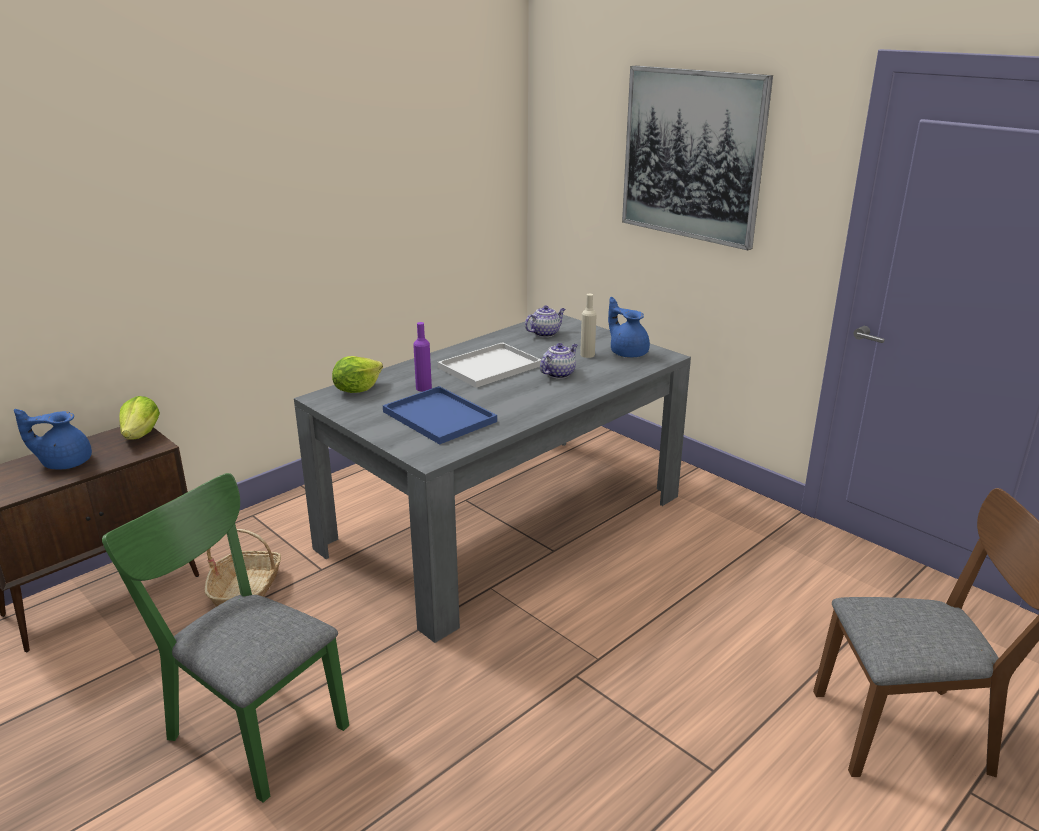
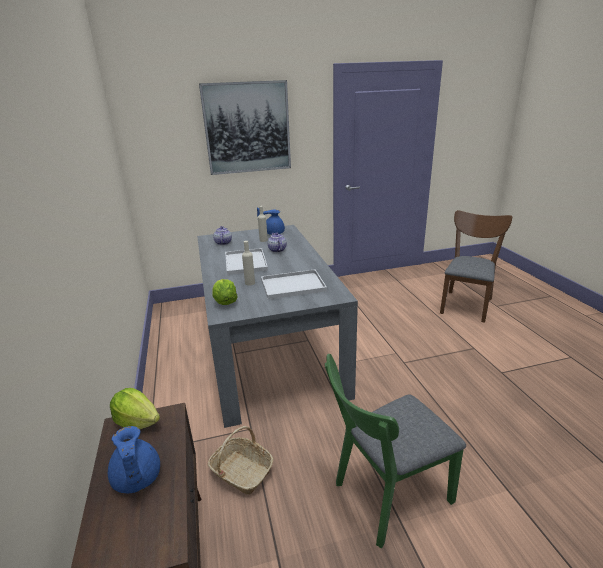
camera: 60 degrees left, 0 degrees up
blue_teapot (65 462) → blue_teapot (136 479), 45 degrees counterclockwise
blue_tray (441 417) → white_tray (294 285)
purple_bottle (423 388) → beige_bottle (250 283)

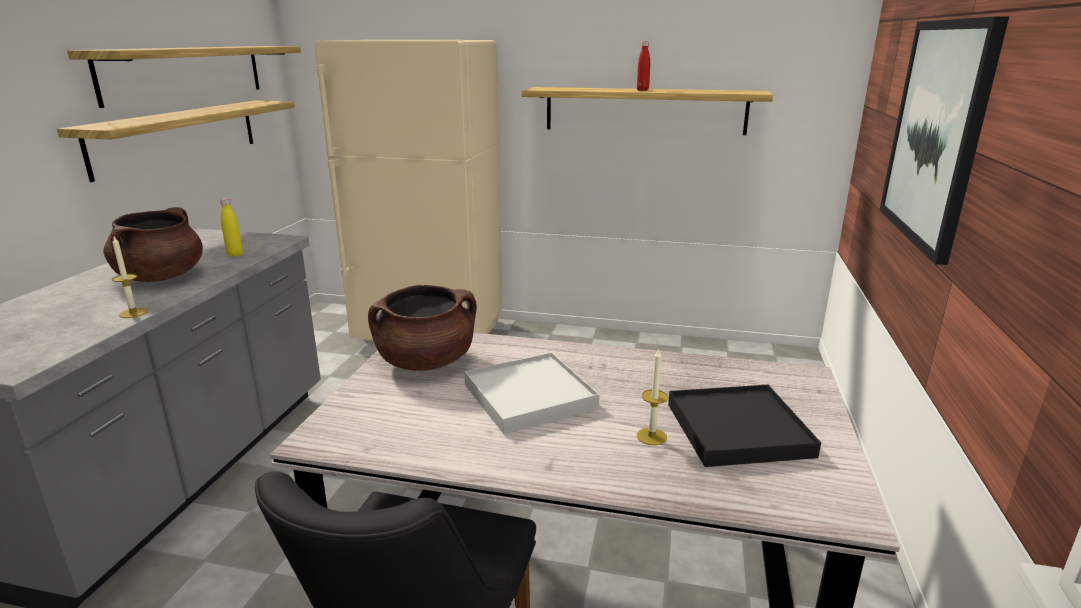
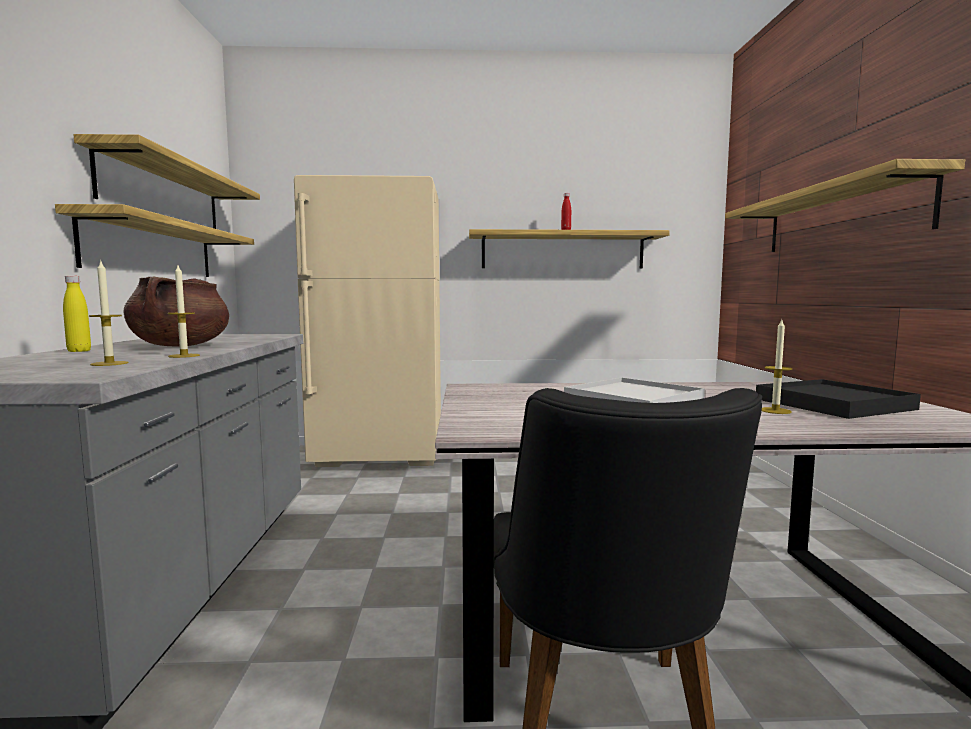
camera: 15 degrees left, 15 degrees down
yellow_bottle (235 254) → yellow_bottle (79 351), moved
brown_cooking_pot (426 362) → -
picture (936 133) → shelf (840 217)
- → candle (109 363)

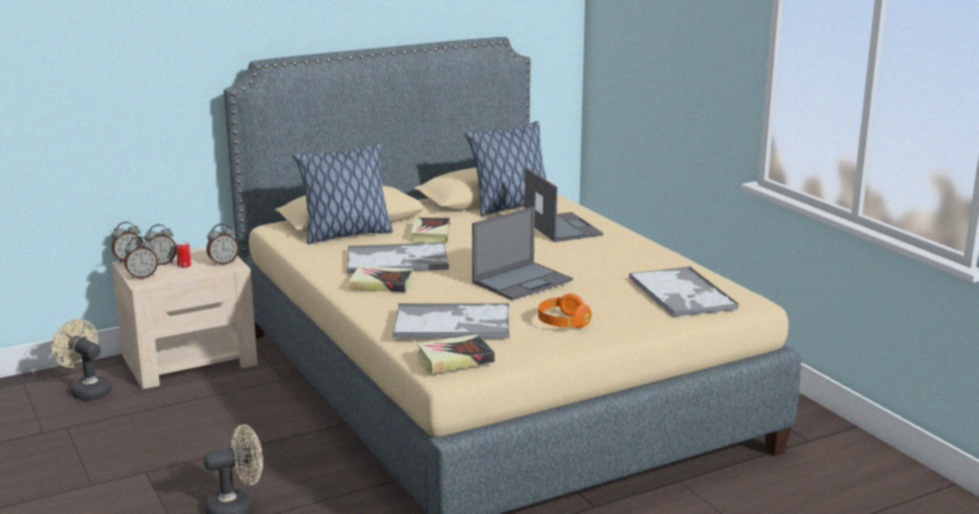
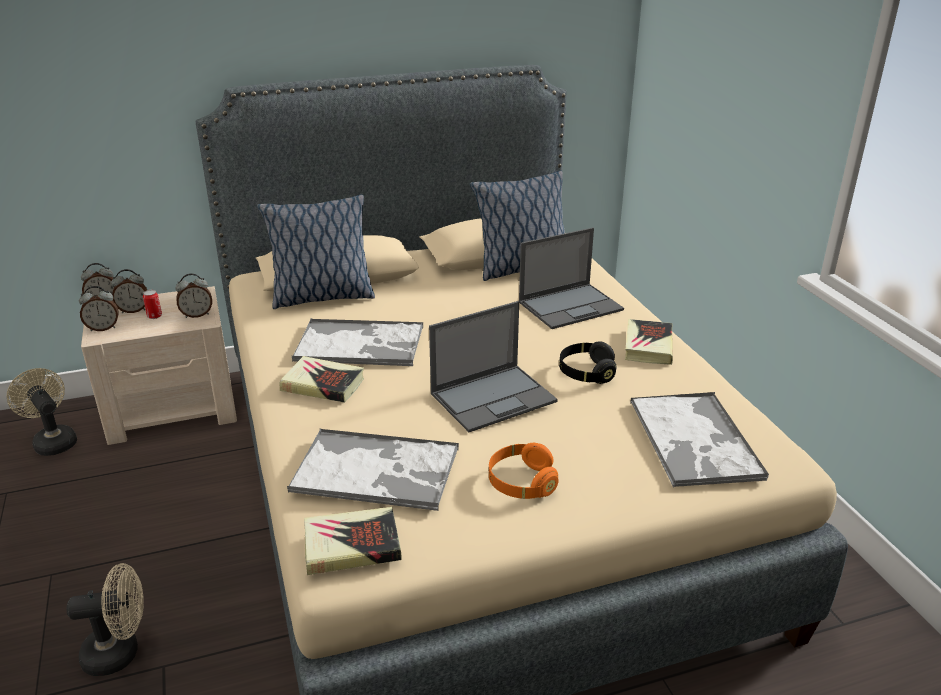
camera: 10 degrees right, 10 degrees up
book (430 234) → book (648 346), moved
laptop (562 227) → laptop (571 306), 75 degrees clockwise
- → black_headphones (586 373)

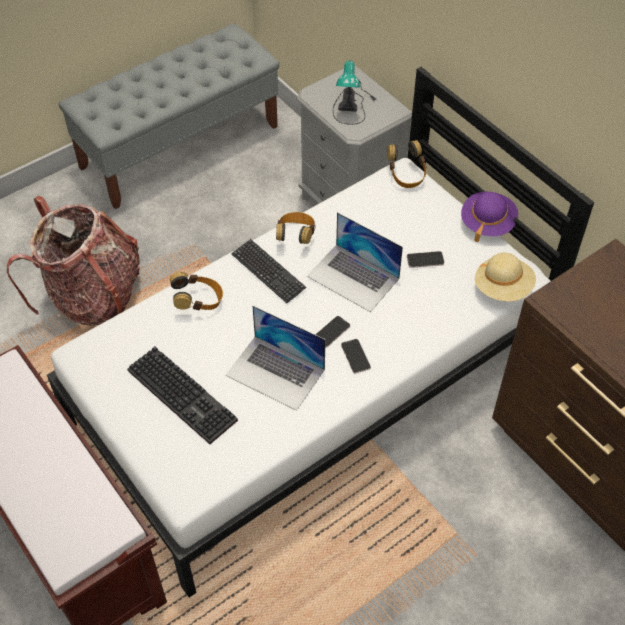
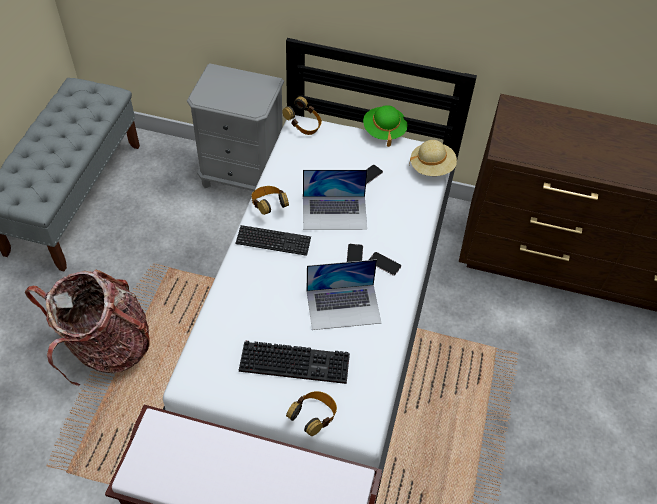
camera: 40 degrees left, 0 degrees up
headphones (199 302) → headphones (314 417), moved
table_lamp (351 101) → -
purple_hat (487 223) → green_hat (384 131)

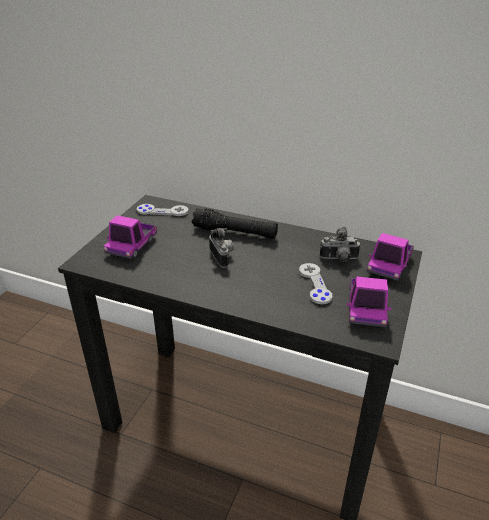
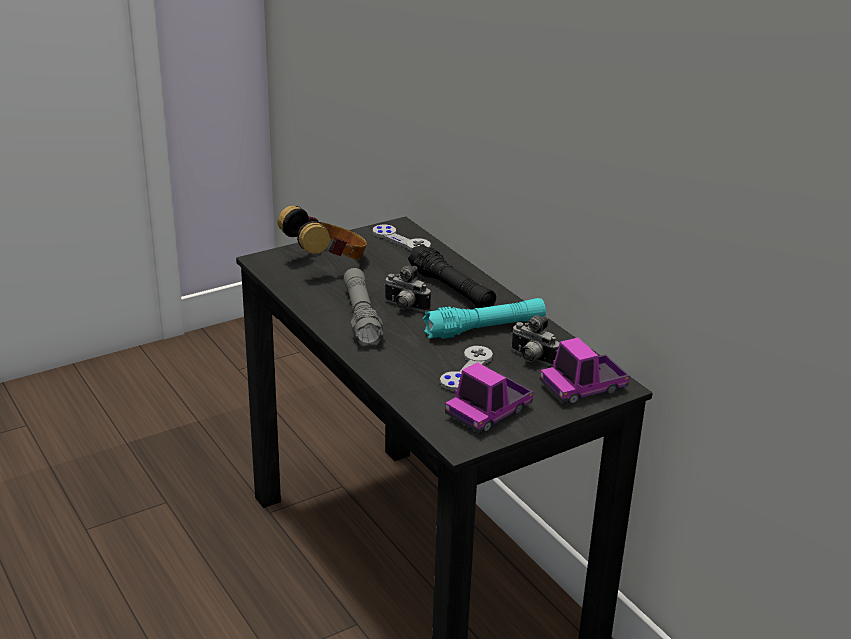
camera: 35 degrees right, 5 degrees down
toy_truck (132 245) → headphones (327 262)
photo_camera (223 257) → photo_camera (404 307), 105 degrees clockwise
- → grey_flashlight (361 317)
- → turquoise_flashlight (485 329)

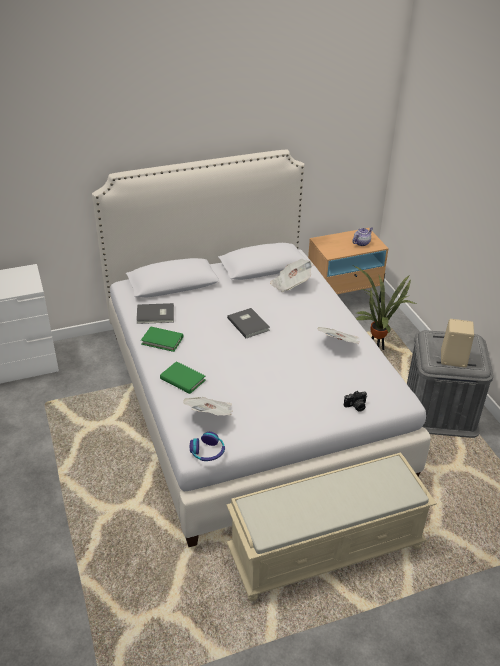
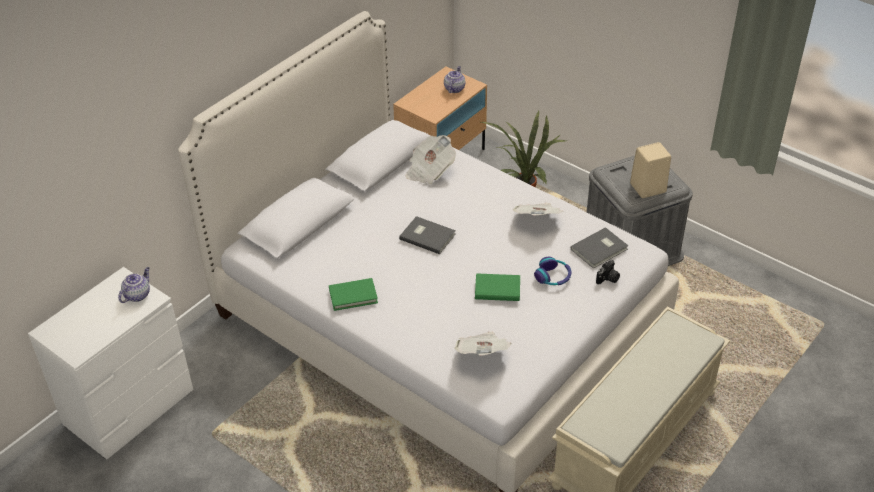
camera: 30 degrees left, 5 degrees up
grey_book (156 315) → grey_book (600 249), moved
green_book (182 379) → green_book (497 290), moved
headphones (207 452) → headphones (553 276), moved
- → teapot (137 294)

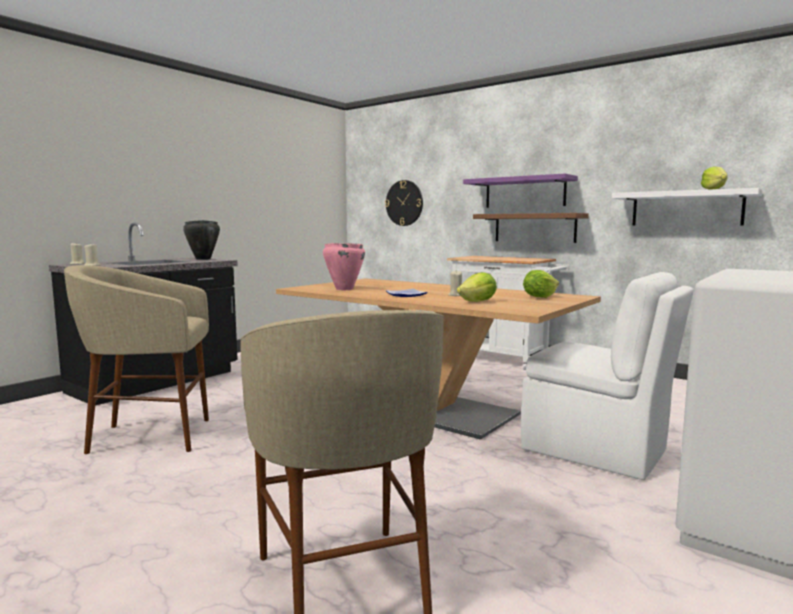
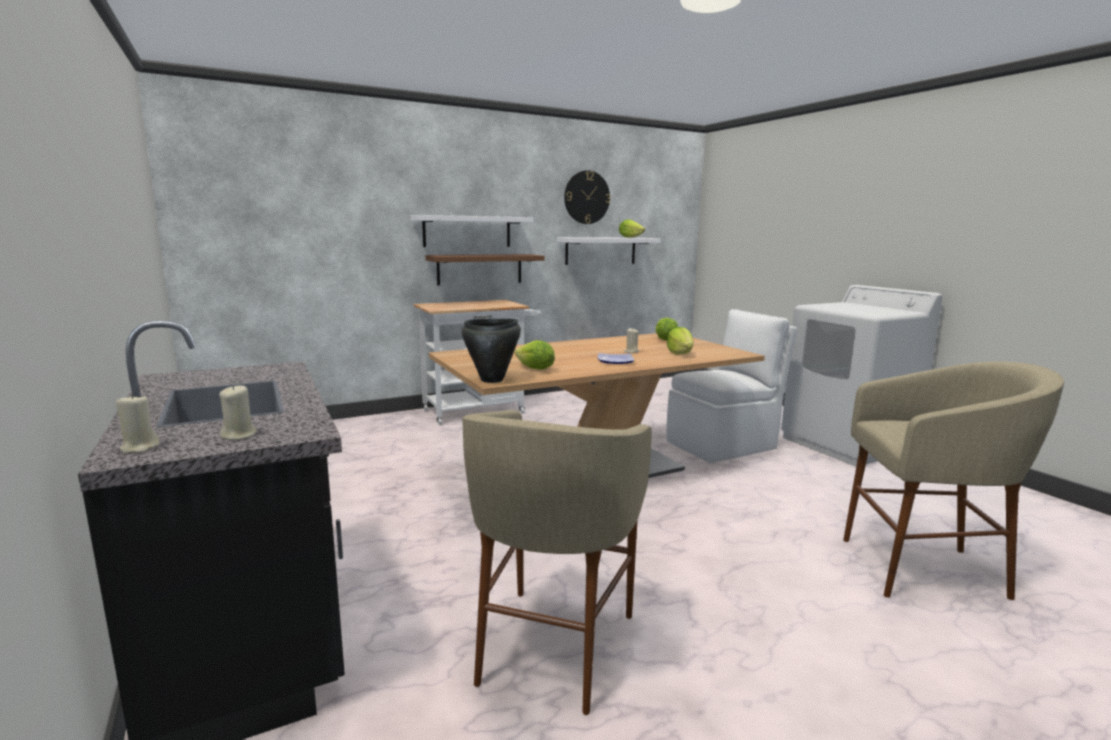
camera: 65 degrees left, 5 degrees up
black_cooking_pot (202 259) → black_cooking_pot (492 380), moved
pink_cooking_pot (344 289) → lettuce (535 369)
wall_clock (404 203) → wall_clock (586 197), moved
purple_shelf (524 192) → white_shelf (467 231)

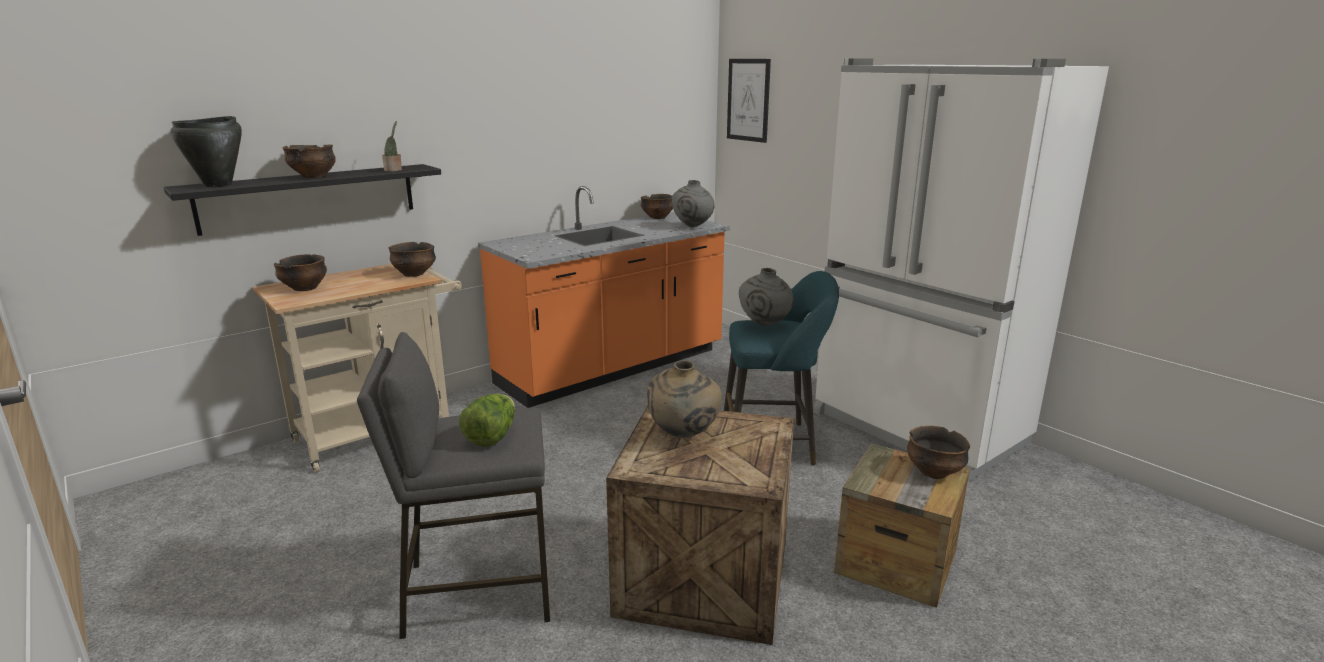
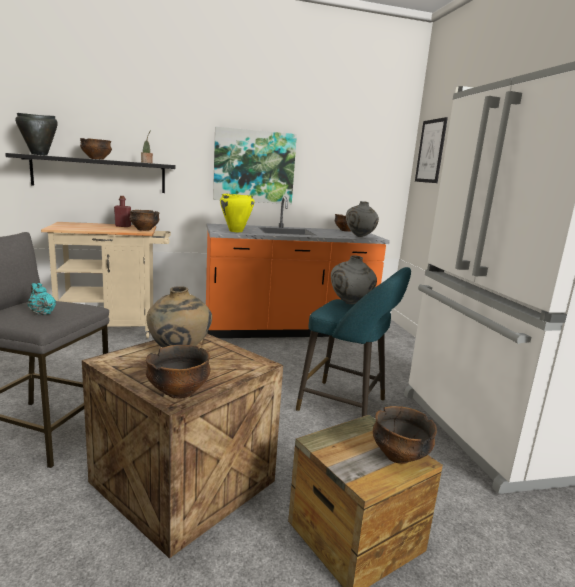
camera: 25 degrees right, 5 degrees down
bowl (304 288) → bowl (179 392), moved
lettuce (492 437) → turquoise_teapot (42 313)
- → red_bottle (123 226)
- → picture (254 166)
- → yellow_cooking_pot (236 231)

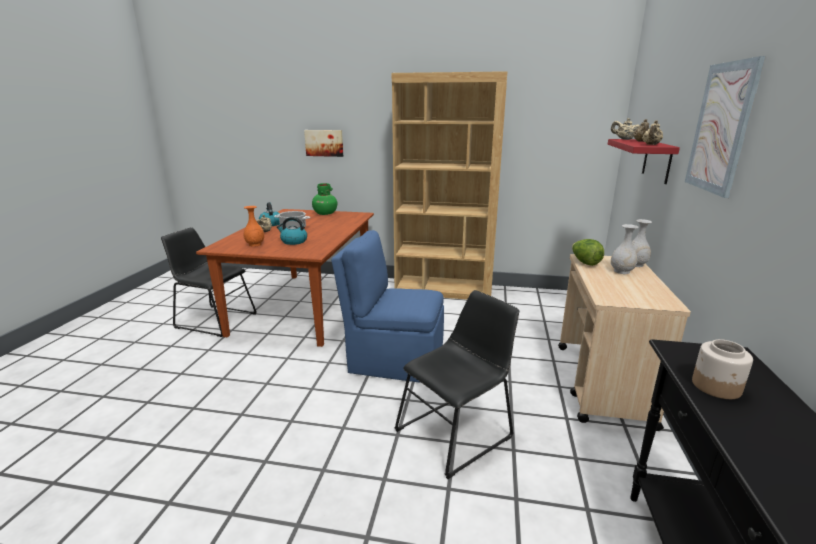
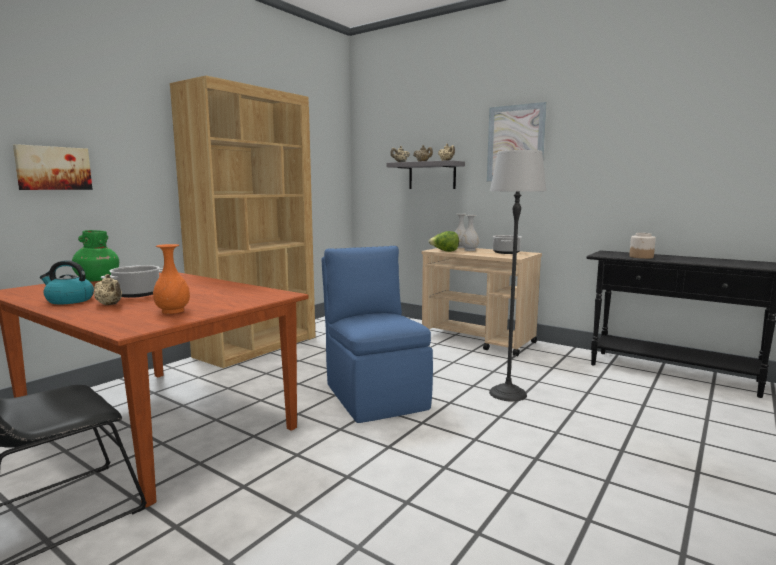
camera: 65 degrees left, 10 degrees down
kettle (293 241) → -
blue_chair (394 360) → blue_chair (375 395), 120 degrees clockwise
black_chair (457 432) → floor_lamp (508 393)
red_shelf (657 160) → grey_shelf (432 175)
- → cooking_pot (506 252)

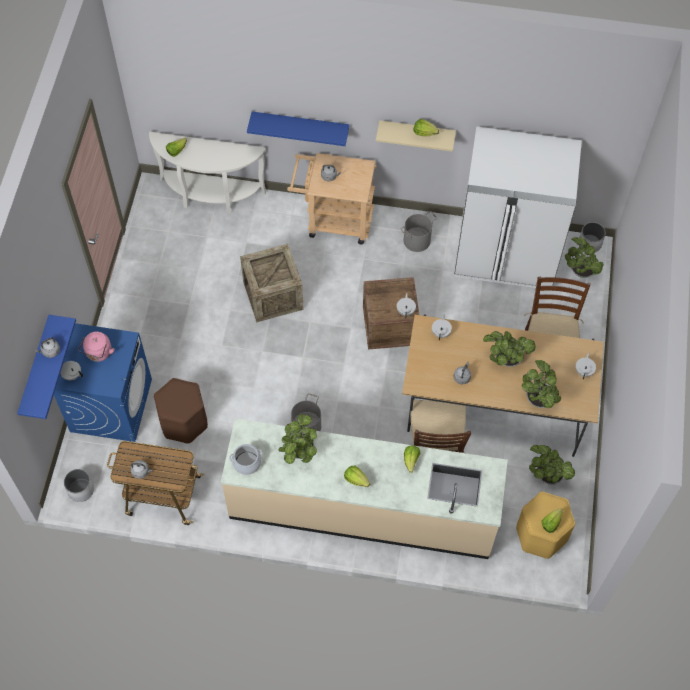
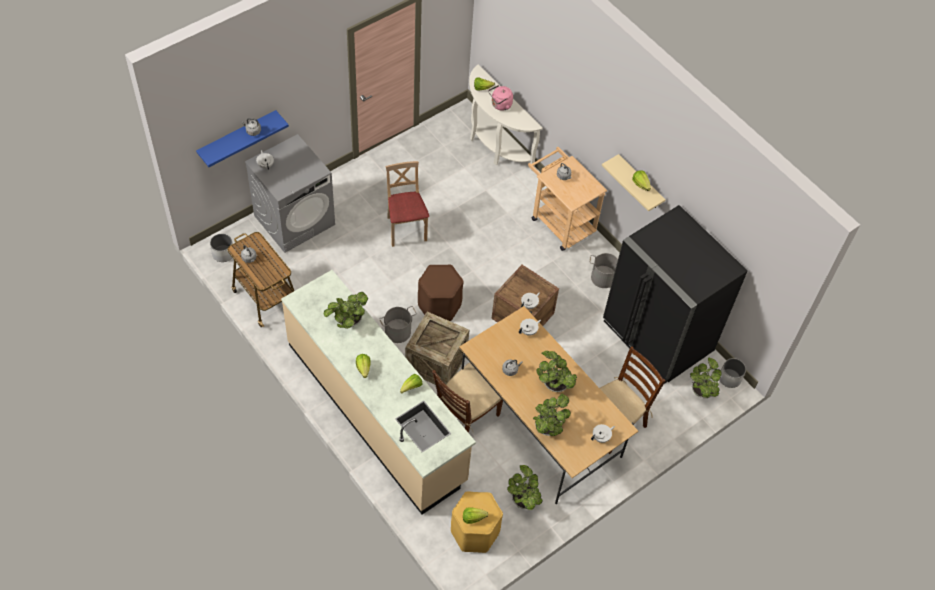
camera: 40 degrees right, 5 degrees down
blue_washing_machine (111 404) → grey_washing_machine (295 220)
pink_kettle (98 353) → pink_kettle (500 105), moved
brown_stool (183 422) → brown_stool (439 305), moved
cooking_pot (247 463) → -
crate (273 295) → crate (436 362), moved
blue_shelf (300 125) → -
white_fridge (506 255) → black_fridge (657 336)
- → beige_chair (406 229)

